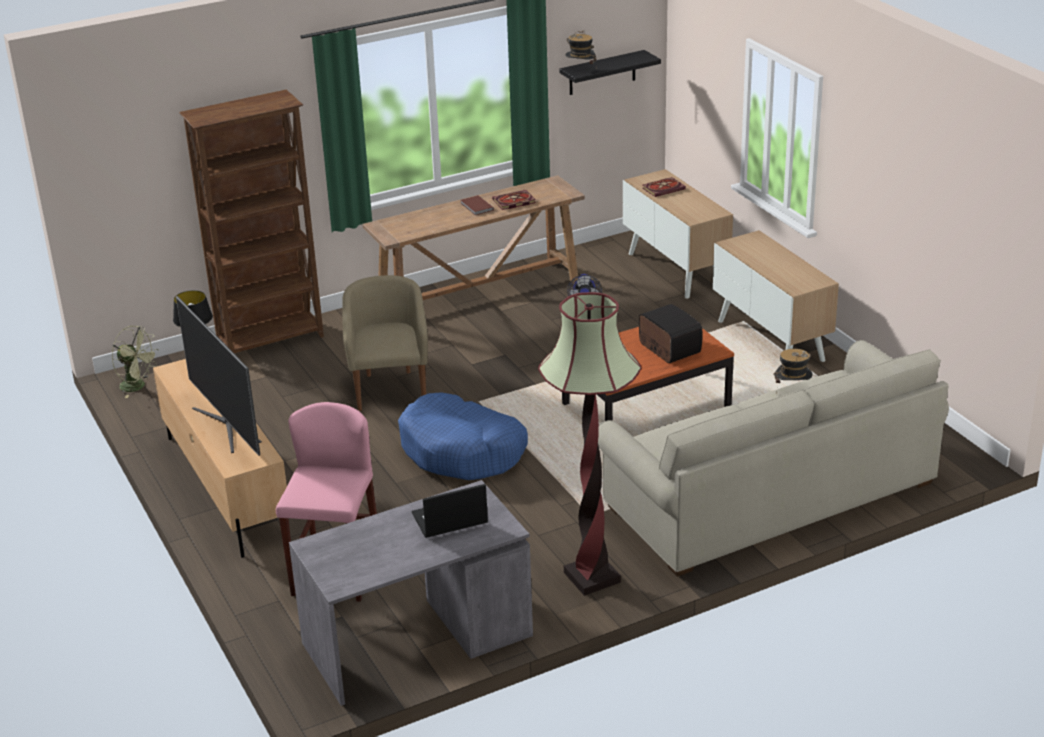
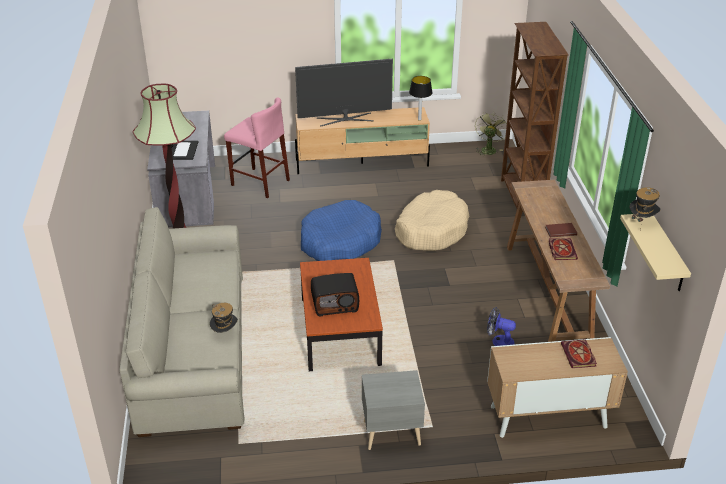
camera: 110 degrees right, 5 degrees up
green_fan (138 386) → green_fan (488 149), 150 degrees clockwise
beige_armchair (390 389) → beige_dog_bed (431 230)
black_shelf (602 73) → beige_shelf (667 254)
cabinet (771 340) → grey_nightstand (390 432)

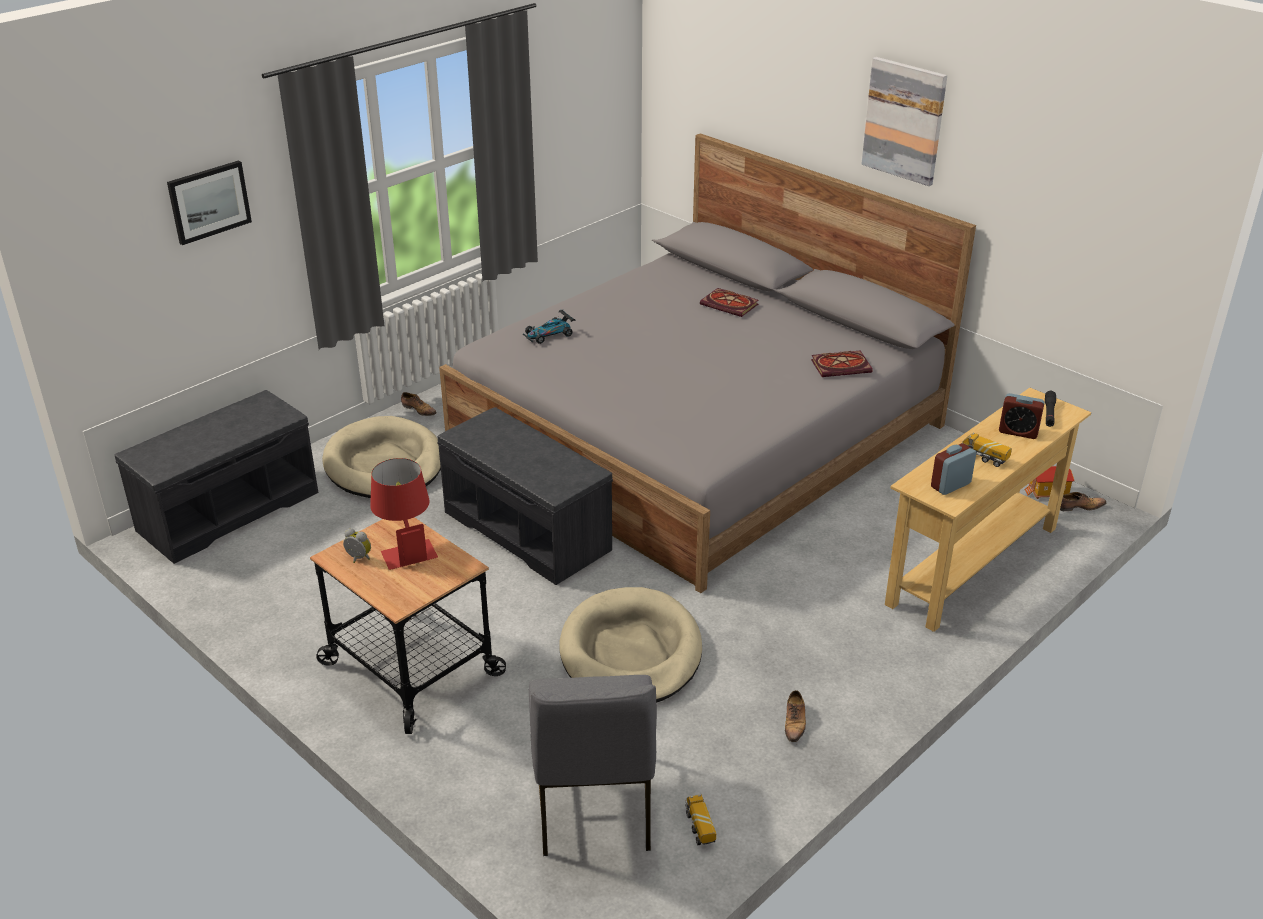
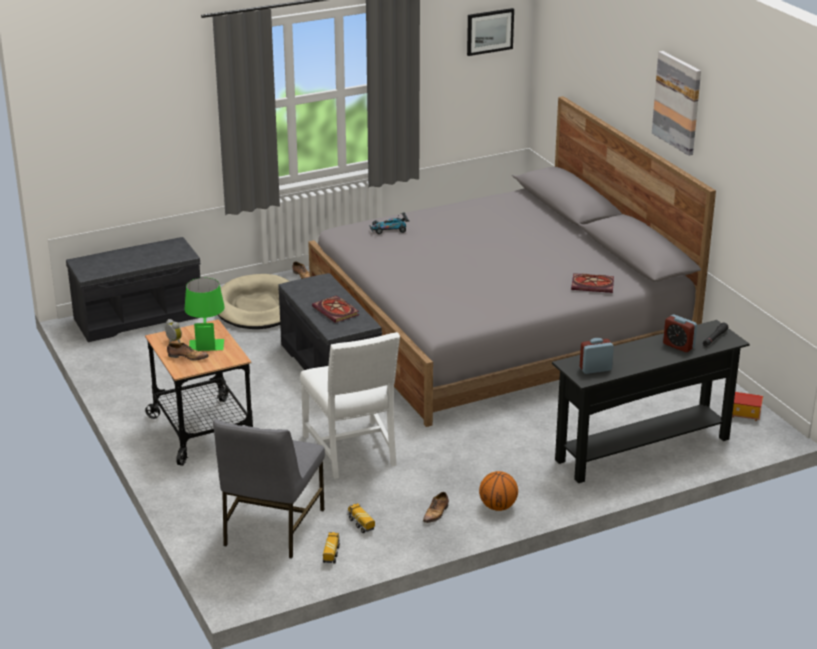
camera: 20 degrees right, 5 degrees down
picture (209 201) → picture (489 31), moved
red_table_lamp (405 548) → green_table_lamp (206 341)
beige_dog_bed (630 652) → white_chair (353 451)
book (731 305) → book (337 311), moved
beige_console_table (974 566) → black_console_table (643 450)
toy_truck (984 457) → toy_truck (360 524), moved
shoe (1079 507) → shoe (187 357), moved
- → basketball (498 507)

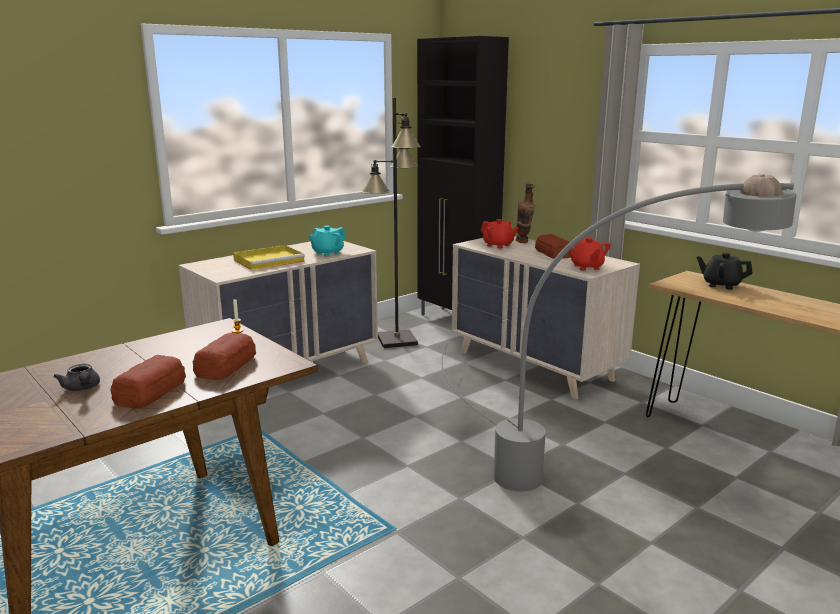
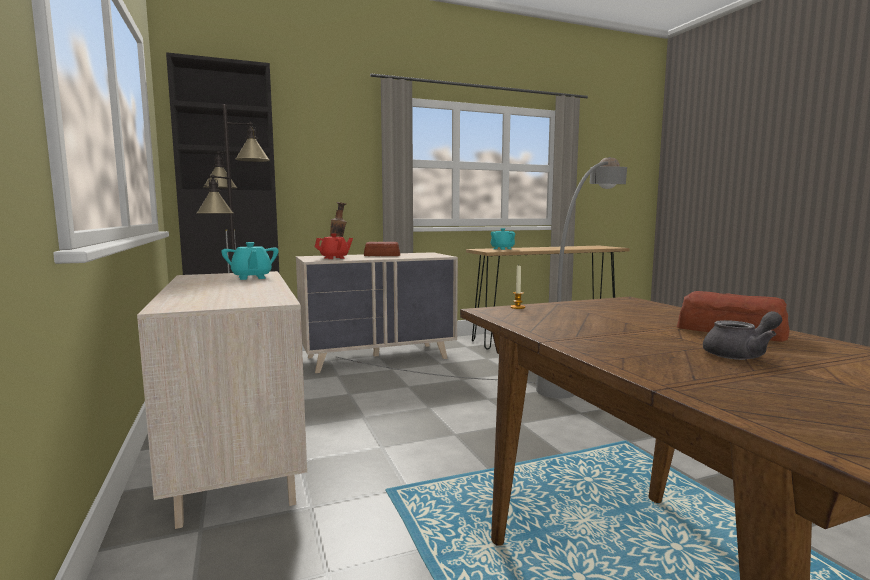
camera: 70 degrees left, 10 degrees down
bread (227 365) → -
yellow_tray (270 260) → -
red_teapot (587 267) → -
black_teapot (721 285) → turquoise_teapot (502 249)

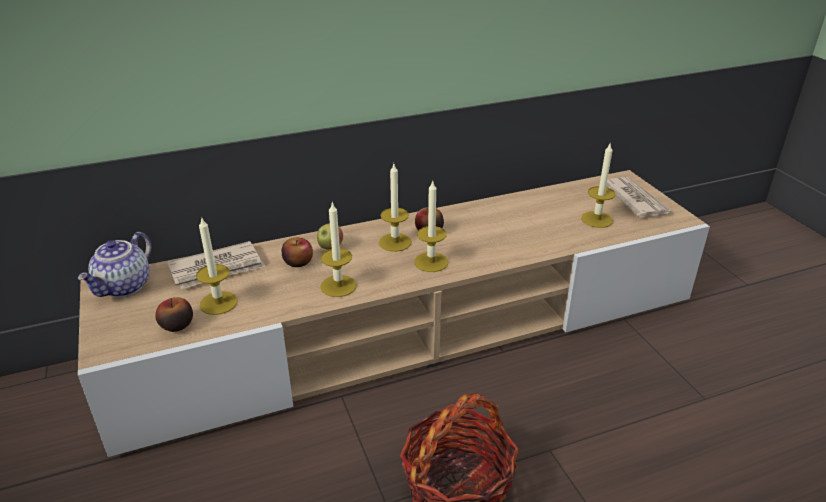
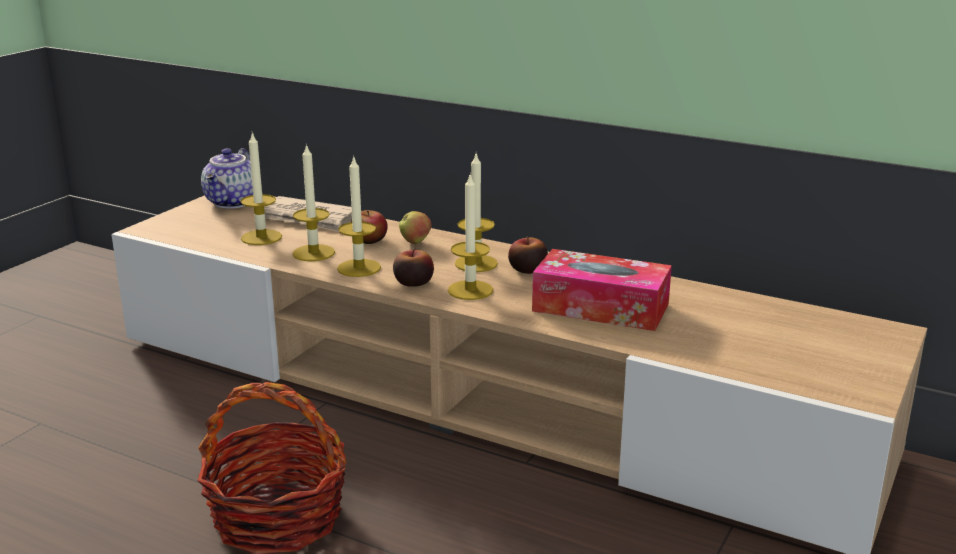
camera: 50 degrees right, 10 degrees down
teapot (125 287) → teapot (233 202), 60 degrees counterclockwise
apple (177 325) → apple (413 282), moved
candle (596 219) → candle (313 253), moved
newspaper (634 200) → -
- → tissue_box (600 307)

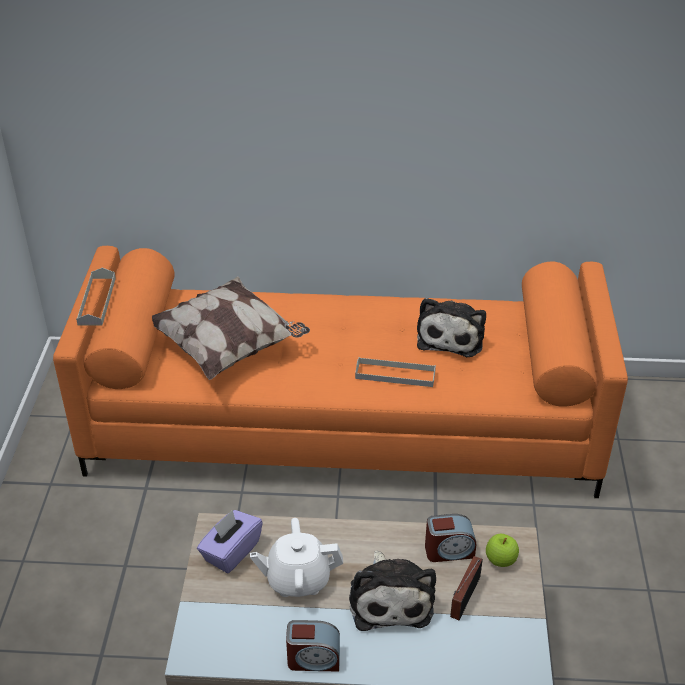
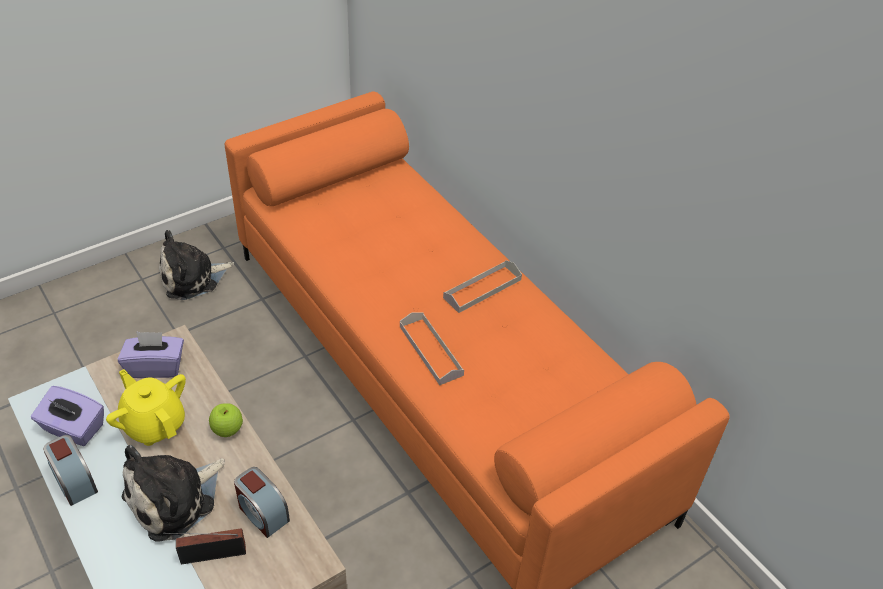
camera: 50 degrees right, 5 degrees up
grey_tray (97 301) → grey_tray (482 289), moved
pillow (228 347) → -
white_teapot (297 579) → yellow_teapot (154 424)
plush_toy (451 336) → plush_toy (193 278), moved
apple (500 560) → apple (227 430), moved
- → purple_tissue_box (73 428)

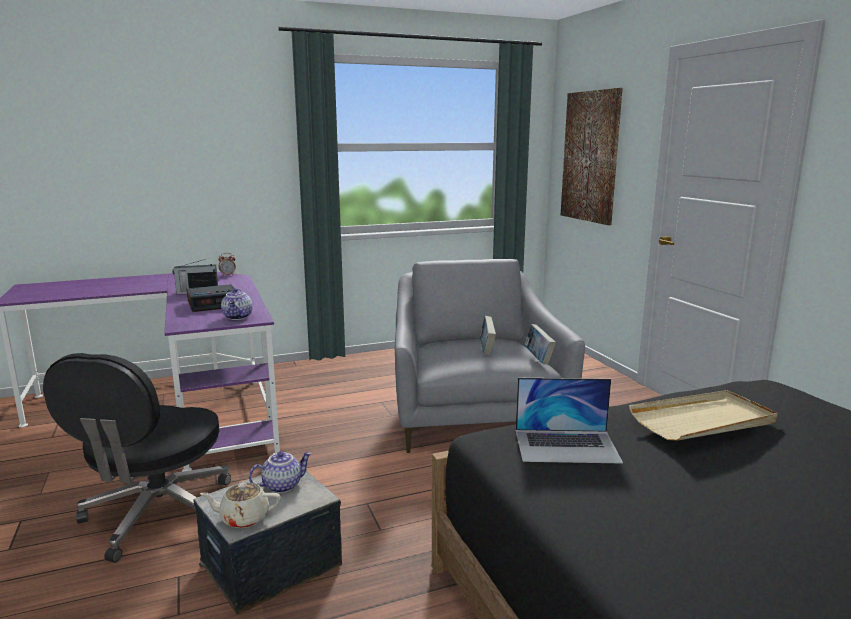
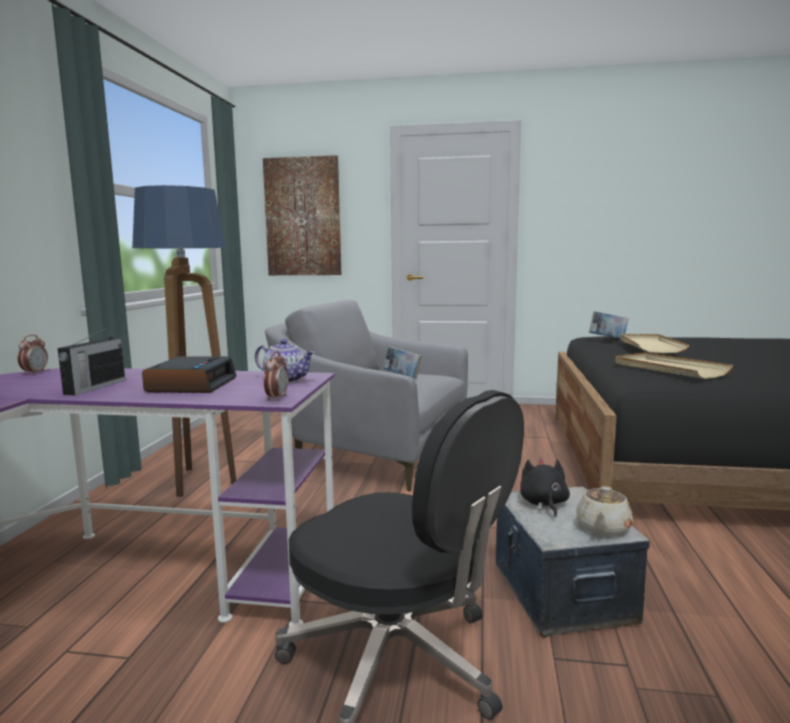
camera: 60 degrees left, 5 degrees down
teapot (282 485) → black_plush_toy (543 504)
laptop (566 446) → beige_tray (669 369)
book (538 358) → book (607 338), moved
- → floor_lamp (198 480)
- → alarm_clock (277 398)

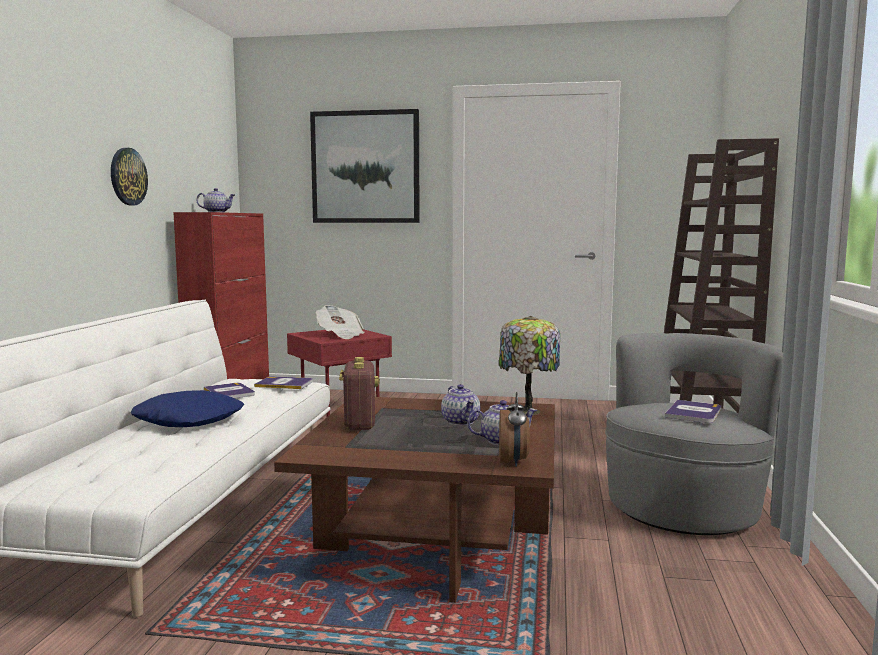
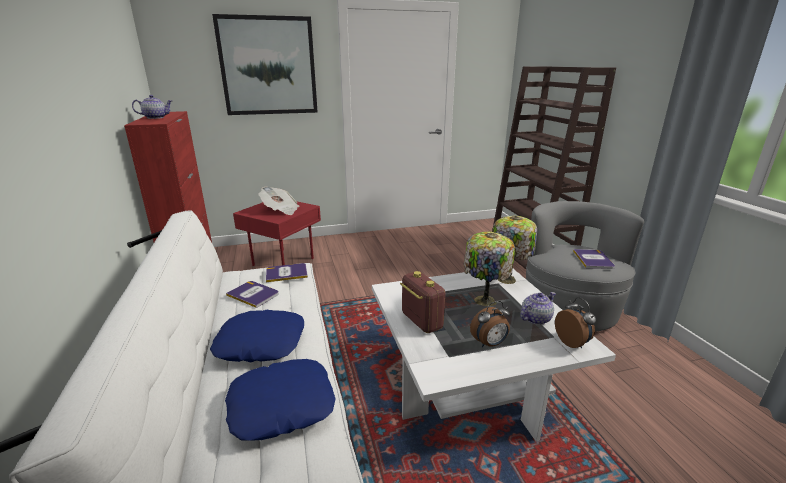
camera: 25 degrees left, 15 degrees up
wall_clock (128 176) → -
brown_coffee_table (433 541) → white_coffee_table (470 383)
teapot (461 422) → table_lamp (483 301)
- → blue_pillow (282 405)
- → alarm_clock (489 344)

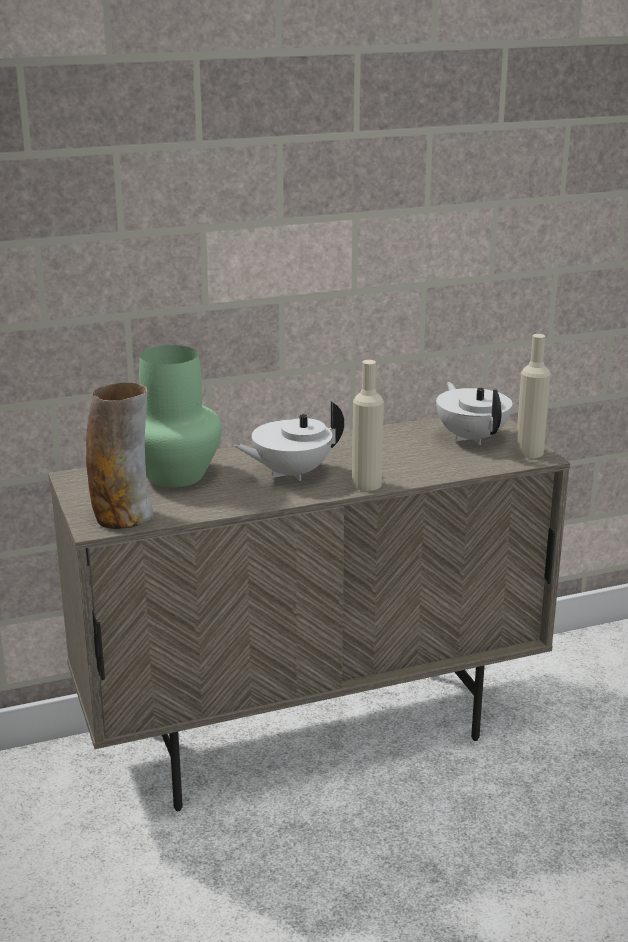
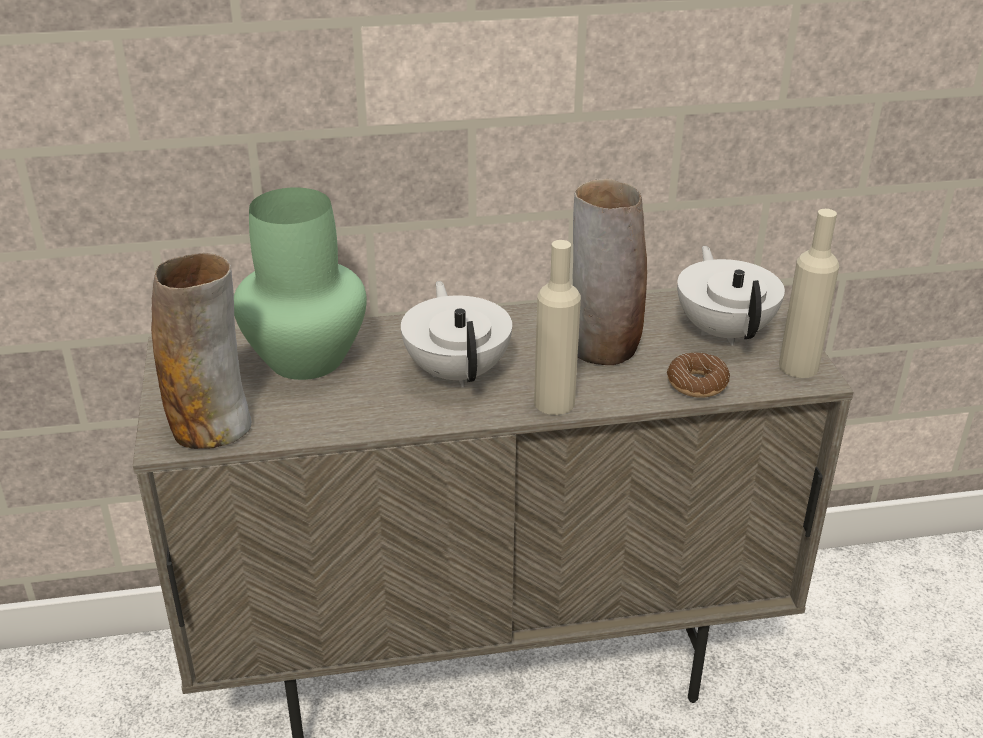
camera: 10 degrees right, 10 degrees up
white_teapot (290 473) → white_teapot (458 371), 90 degrees clockwise
- → vase (602 348)
- → donut (697 383)

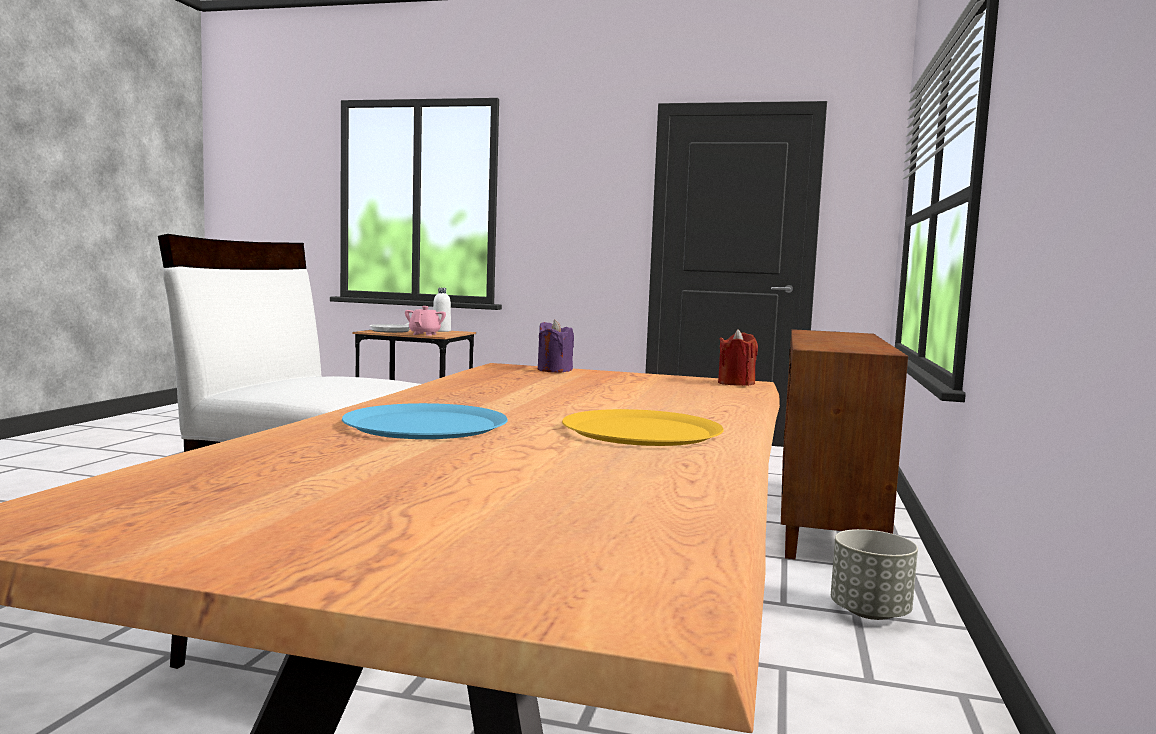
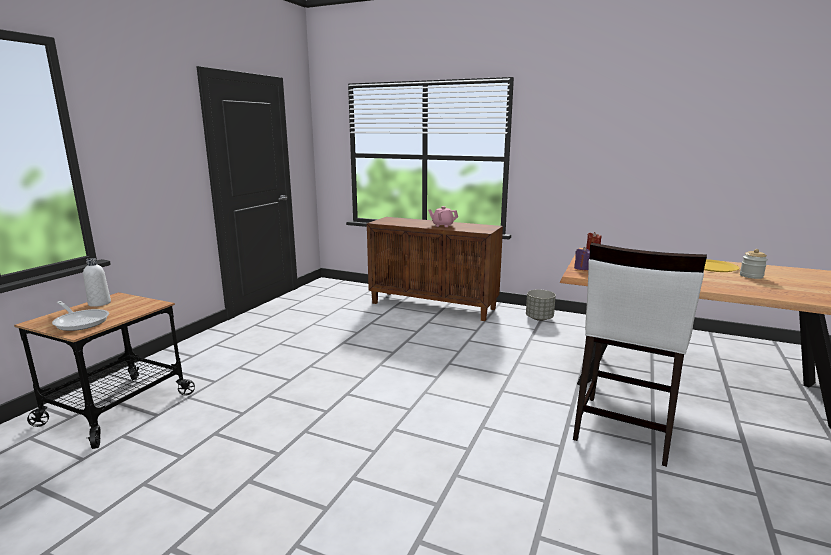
camera: 80 degrees left, 10 degrees up
blue_plate (425 424) → -
pink_teapot (425 334) → pink_teapot (442 225), moved
- → jar (751 276)

